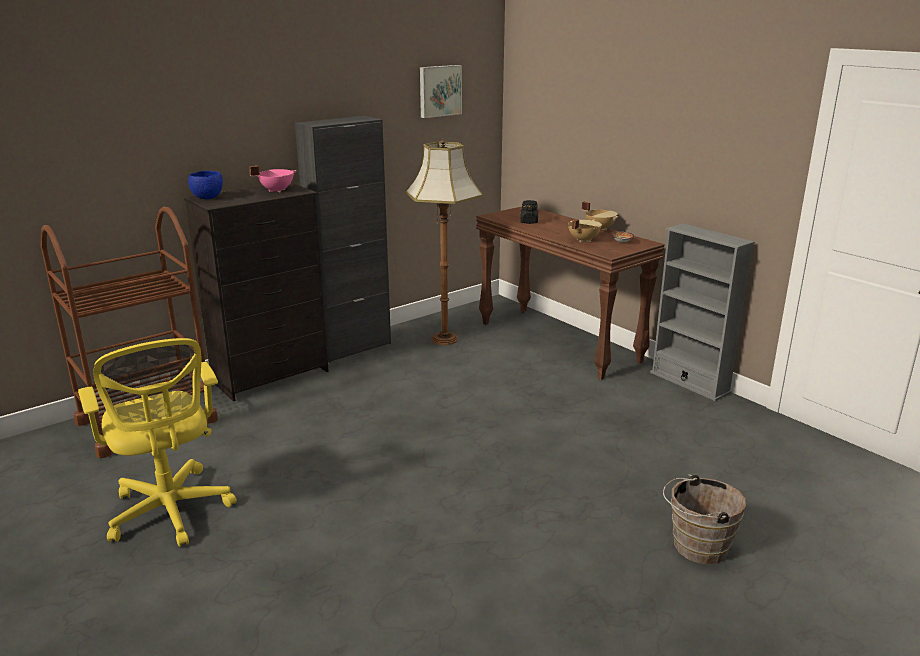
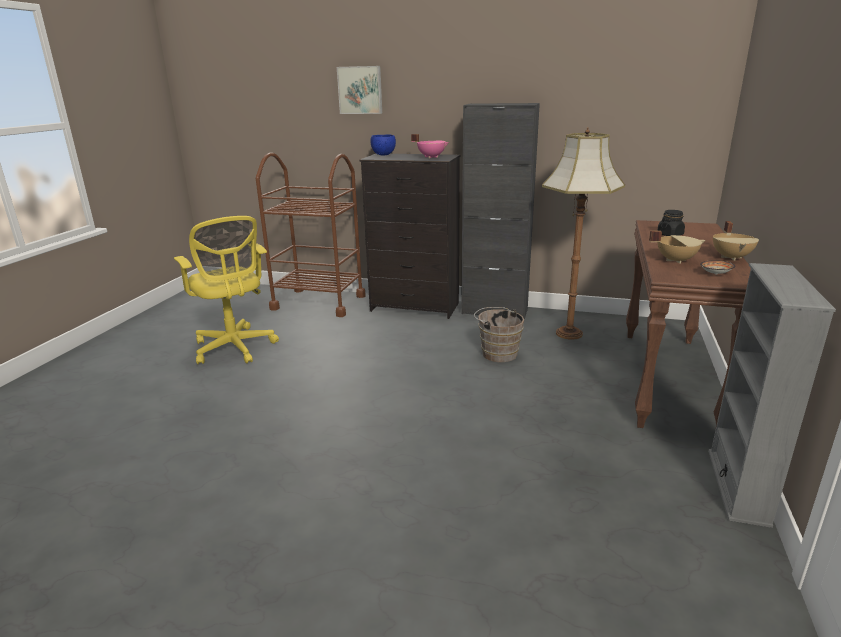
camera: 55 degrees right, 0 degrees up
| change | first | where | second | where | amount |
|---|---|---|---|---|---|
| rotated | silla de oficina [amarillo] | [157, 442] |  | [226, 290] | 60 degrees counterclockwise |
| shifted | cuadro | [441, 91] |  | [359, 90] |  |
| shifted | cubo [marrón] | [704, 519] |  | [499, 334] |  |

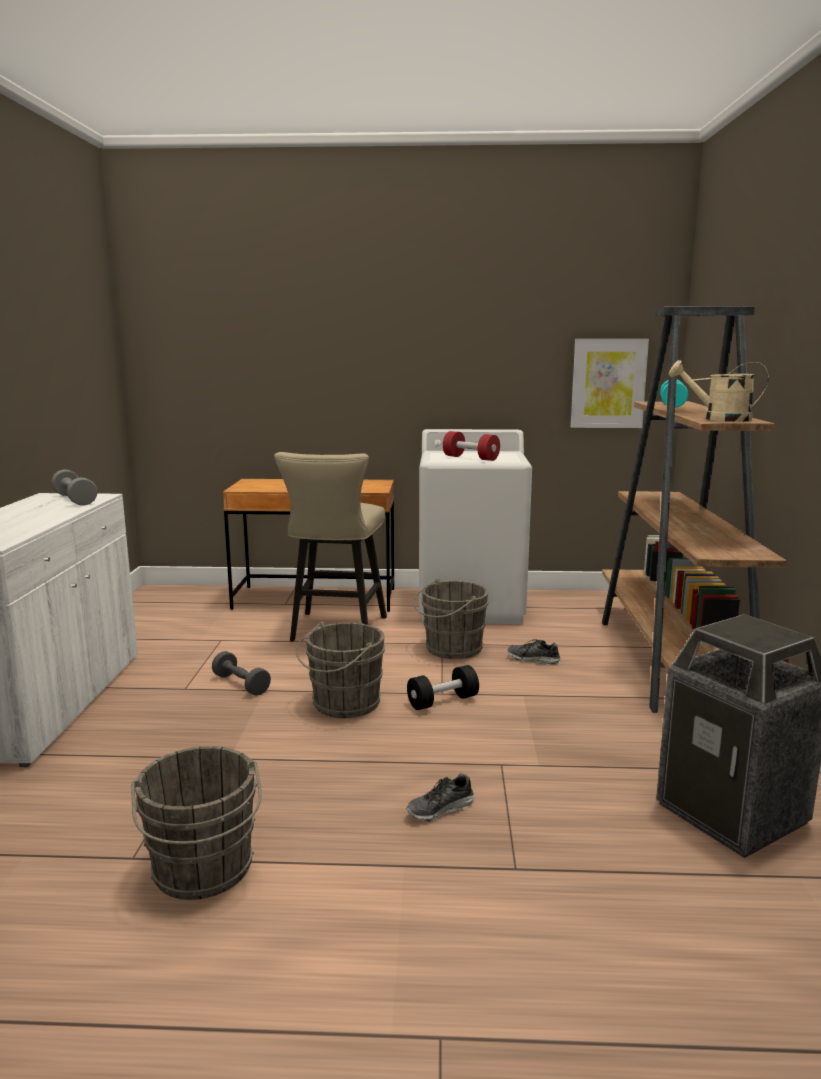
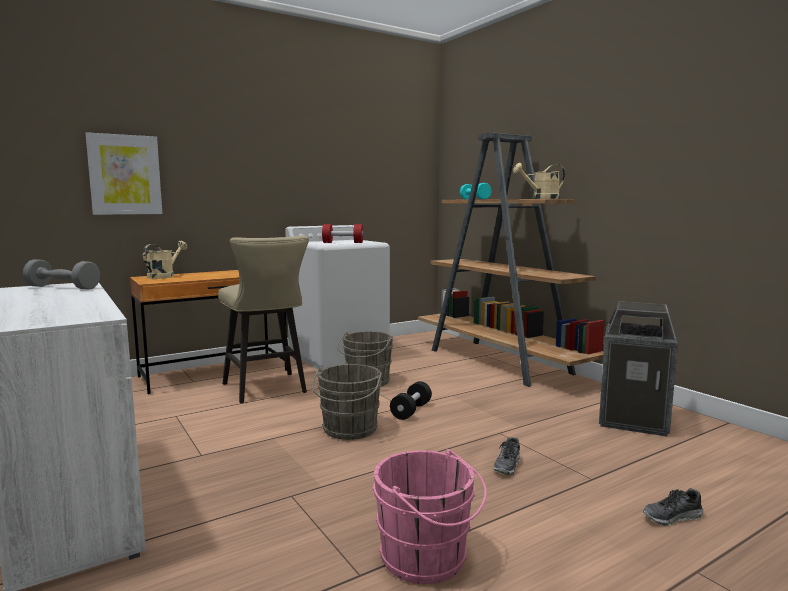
camera: 35 degrees left, 5 degrees down
| change | first | where | second | where | amount |
|---|---|---|---|---|---|
| repainted | cubo [gris] | [196, 823] | cubo [rosa] | [429, 516] |  |
| gone | mancuerna [gris] | [241, 673] |  |  |  |
| shifted | zapato | [534, 652] |  | [673, 507] |  |
| shifted | cuadro | [610, 383] |  | [124, 173] |  |
| new |  |  | regadera [beis] | [165, 260] |  |

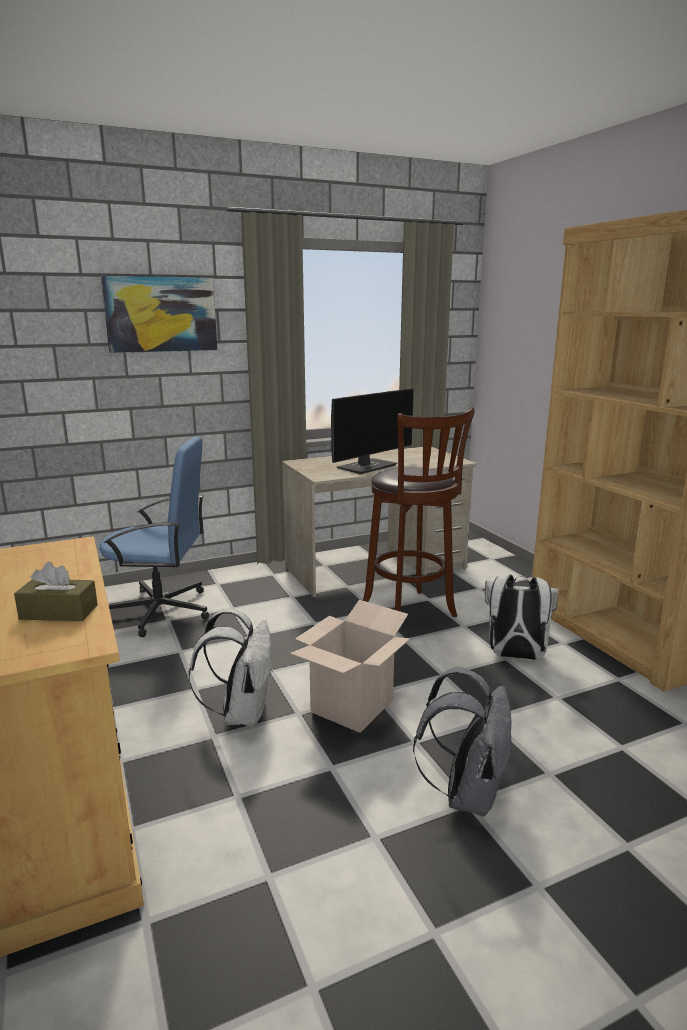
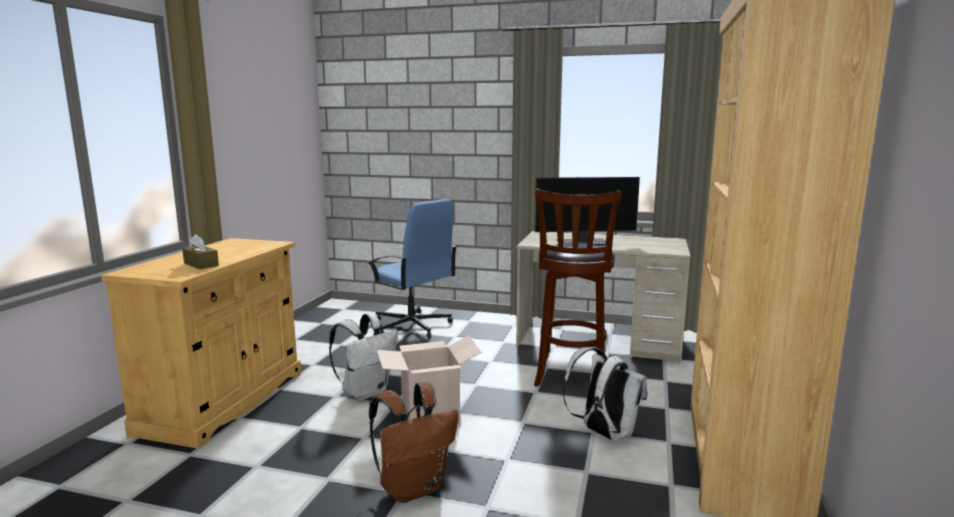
camera: 40 degrees right, 5 degrees down
| change | first | where | second | where | amount |
|---|---|---|---|---|---|
| gone | cuadro | [159, 314] |  |  |  |
| repainted | mochila [gris] | [463, 742] | mochila [marrón] | [413, 442] |  |

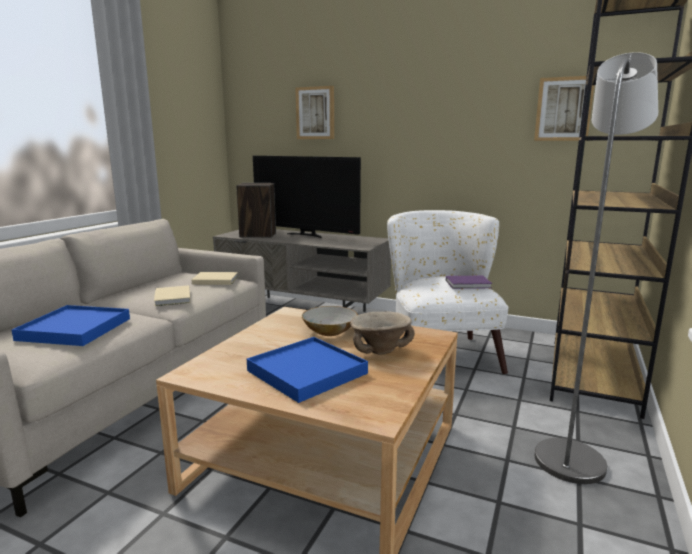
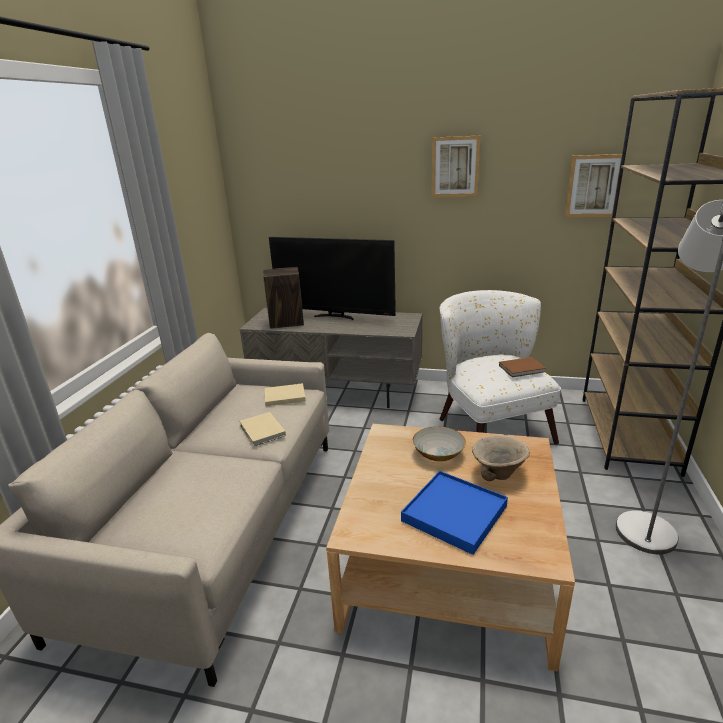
camera: 10 degrees left, 10 degrees up
| change | first | where | second | where | amount |
|---|---|---|---|---|---|
| gone | bandeja [azul] | [71, 325] |  |  |  |
| shifted | cuadro | [315, 112] |  | [456, 166] |  |
| repainted | libro [morado] | [469, 282] | libro [marrón] | [522, 367] |  |

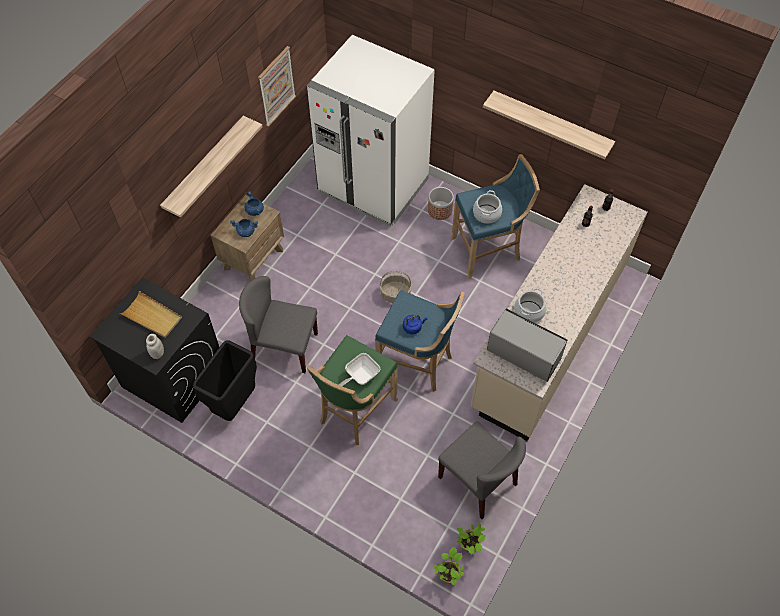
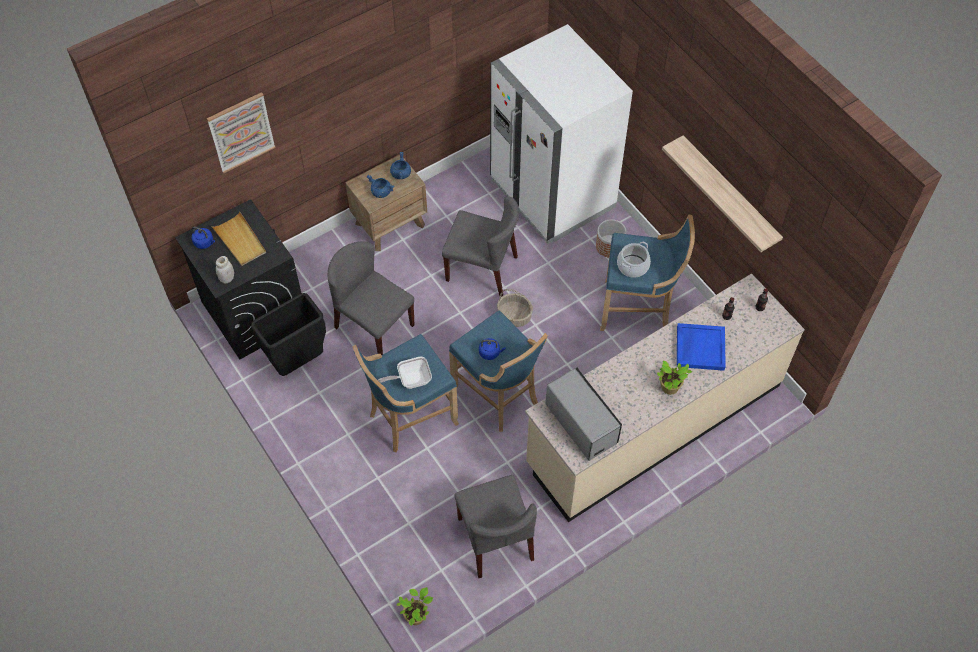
camera: 25 degrees right, 0 degrees up
| change | first | where | second | where | amount |
|---|---|---|---|---|---|
| gone | estante | [211, 167] |  |  |  |
| shifted | cuadro | [277, 86] |  | [241, 132] |  |
| repainted | taburete [verde] | [352, 390] | taburete [azul] | [405, 393] |  |
| shifted | planta en maceta | [471, 539] |  | [674, 378] |  |
| gone | olla | [530, 305] |  |  |  |
| new |  |  | hervidor [azul] | [203, 238] |  |
| new |  |  | silla [gris] | [480, 246] |  |
| new |  |  | bandeja [azul] | [701, 347] |  |

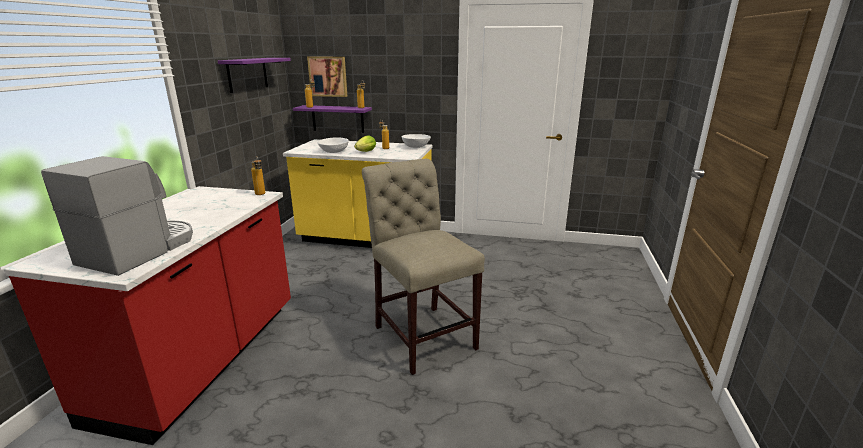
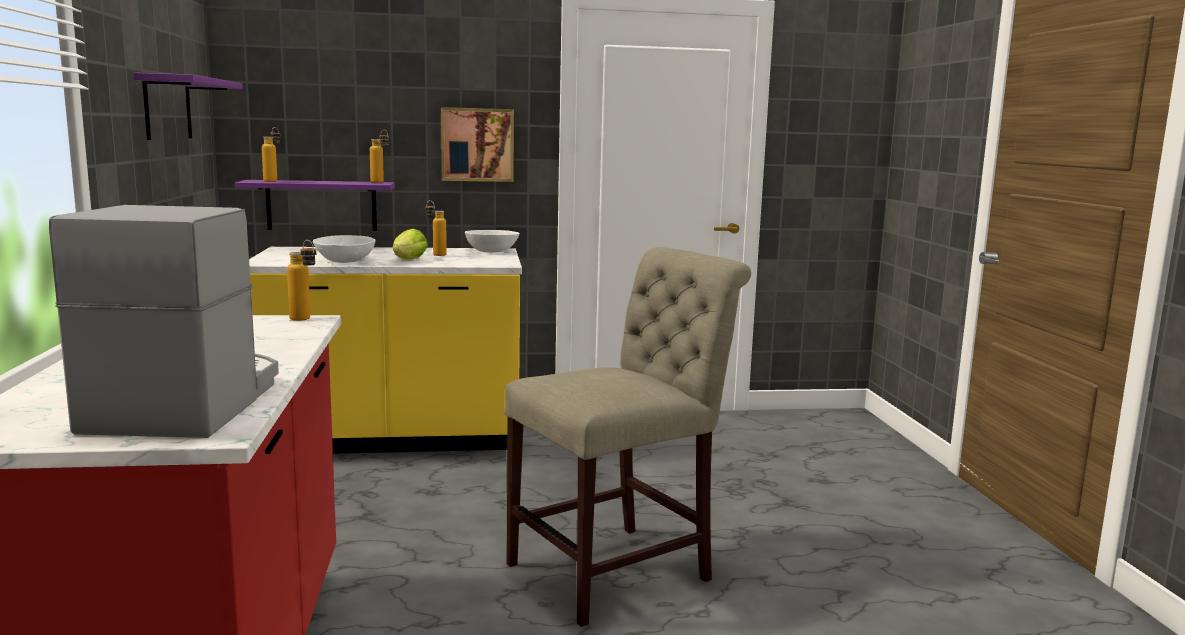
camera: 20 degrees left, 10 degrees down
| change | first | where | second | where | amount |
|---|---|---|---|---|---|
| shifted | cuadro | [327, 76] |  | [477, 144] |  |
| rotated | silla [beis] | [423, 267] |  | [627, 437] | 105 degrees clockwise |

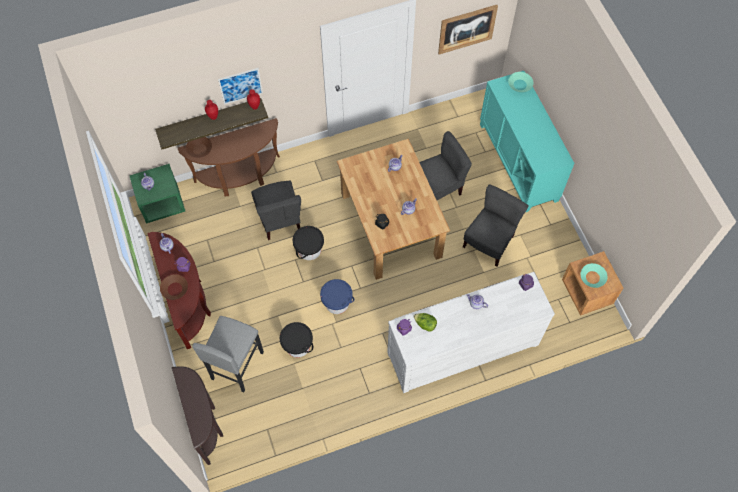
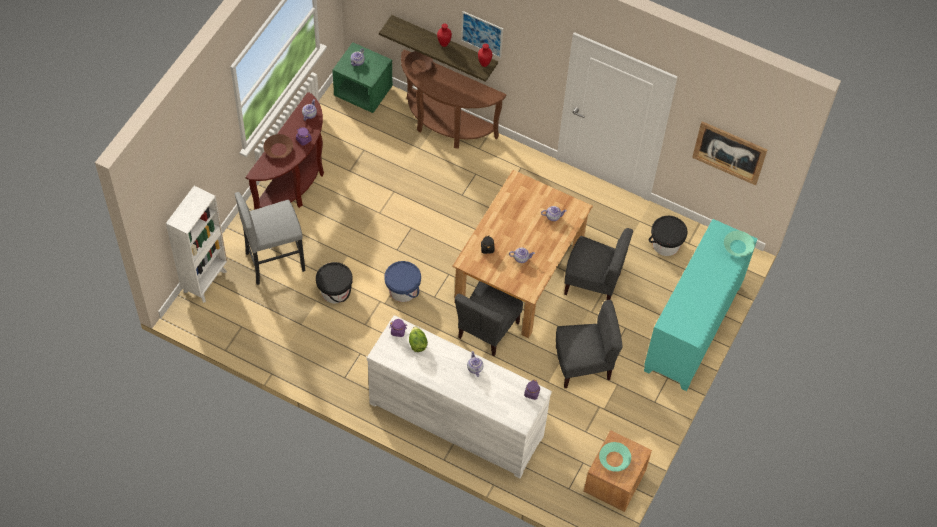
camera: 45 degrees right, 5 degrees down
| change | first | where | second | where | amount |
|---|---|---|---|---|---|
| swapped | mesa consola [marrón] | [197, 415] | estantería [blanco] | [196, 244] |  |
| shifted | silla [gris] | [276, 210] |  | [489, 318] |  |
| shifted | cubo [negro] | [308, 243] |  | [668, 236] |  |

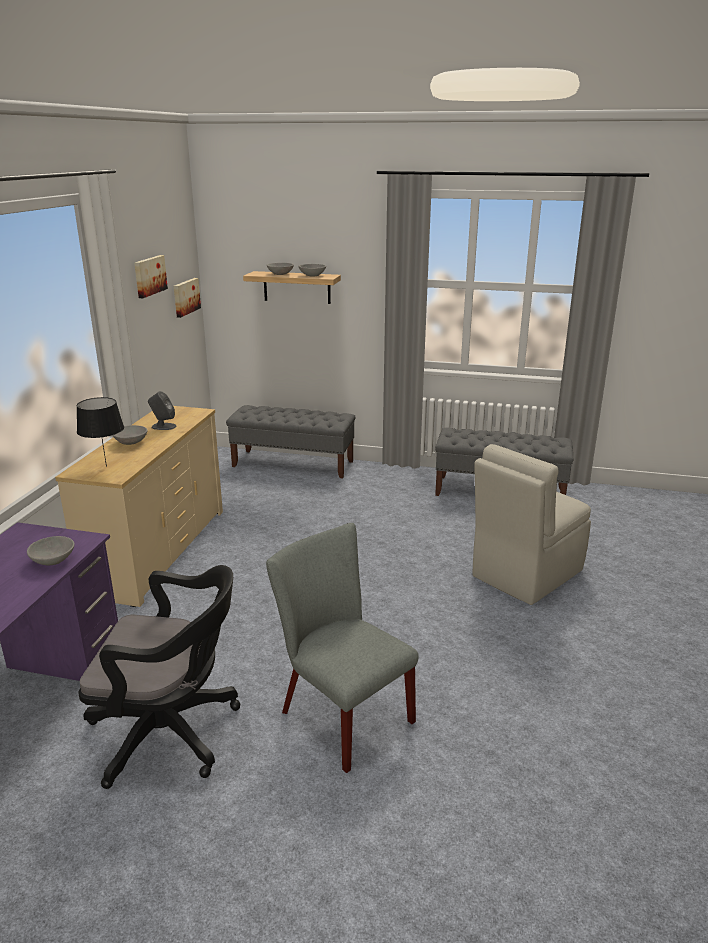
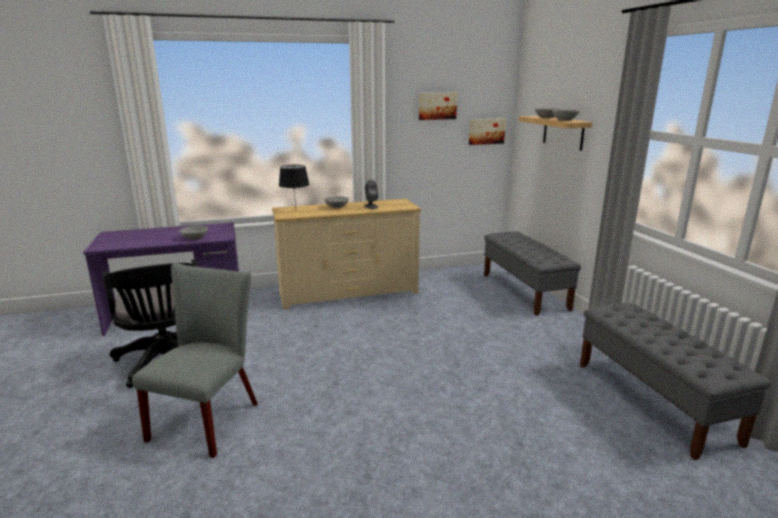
camera: 60 degrees right, 5 degrees down
| change | first | where | second | where | amount |
|---|---|---|---|---|---|
| gone | silla [beis] | [531, 524] |  |  |  |

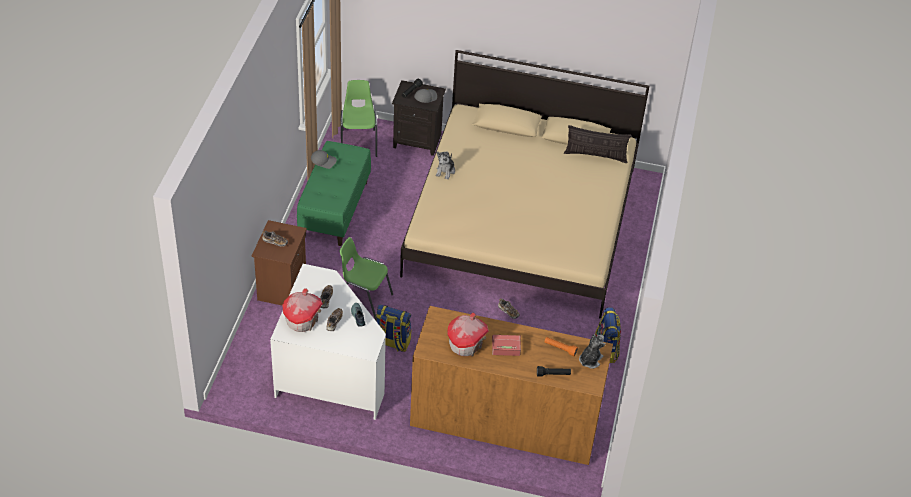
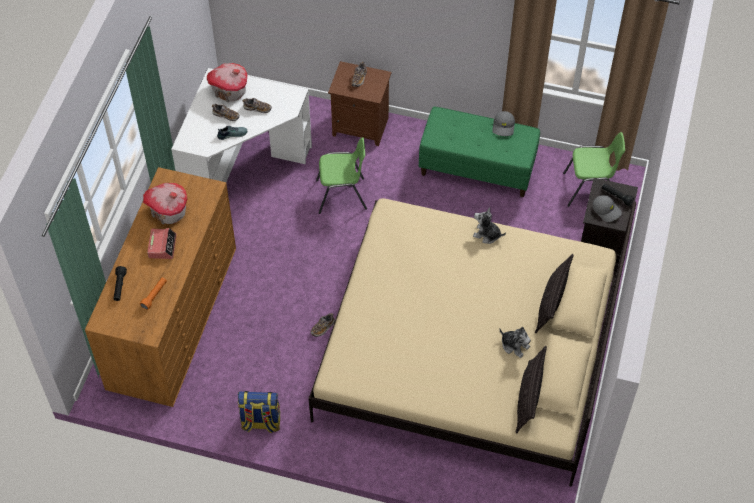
camera: 95 degrees right, 10 degrees up
| change | first | where | second | where | amount |
|---|---|---|---|---|---|
| rotated | silla [verde] | [366, 279] |  | [341, 175] | 60 degrees clockwise |
| gone | mochila | [393, 328] |  |  |  |
| shifted | peluche | [592, 351] |  | [515, 342] |  |
| new |  |  | cojín | [554, 293] |  |

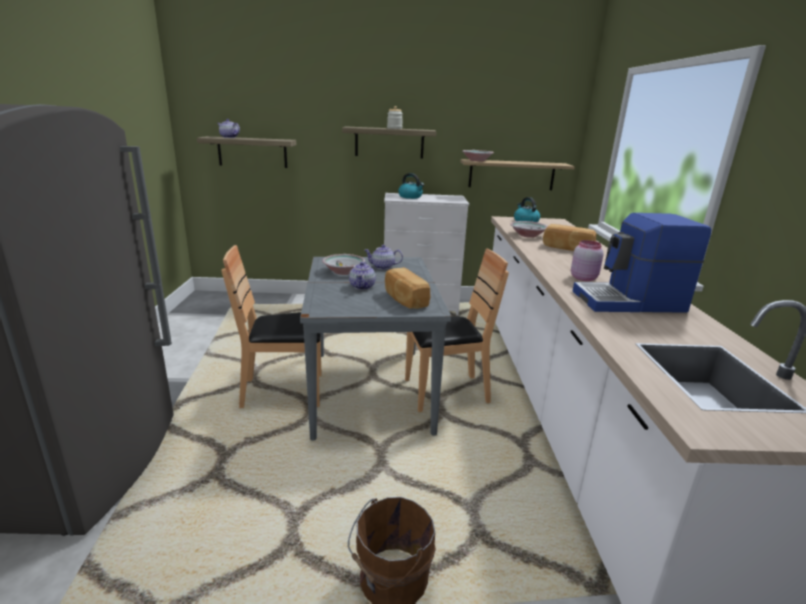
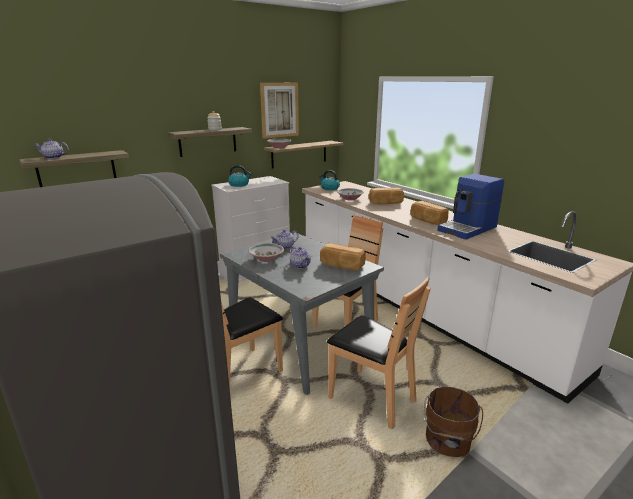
camera: 35 degrees left, 0 degrees up
| change | first | where | second | where | amount |
|---|---|---|---|---|---|
| swapped | tarro [rosa] | [587, 260] | pan | [429, 213] |  |
| new |  |  | cuadro | [279, 111] |  |
| new |  |  | silla [marrón] | [379, 353] |  |

